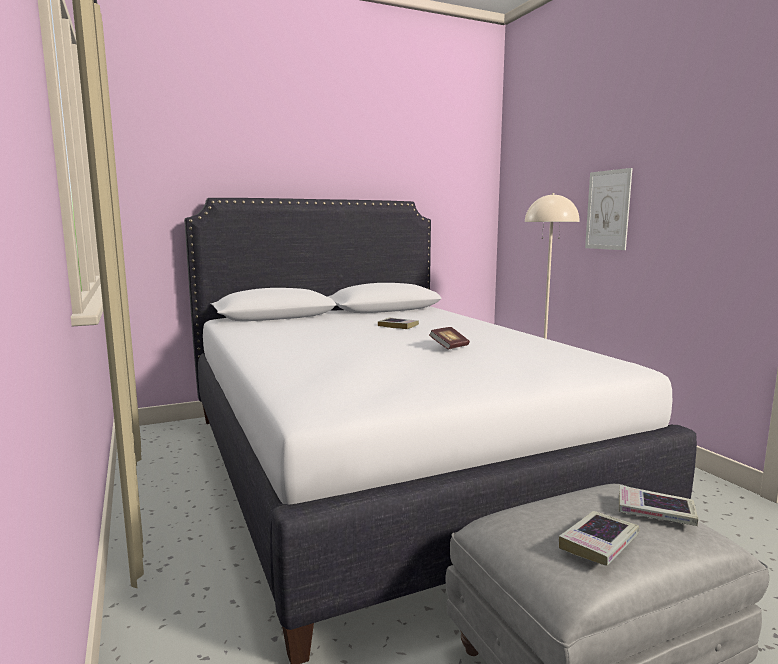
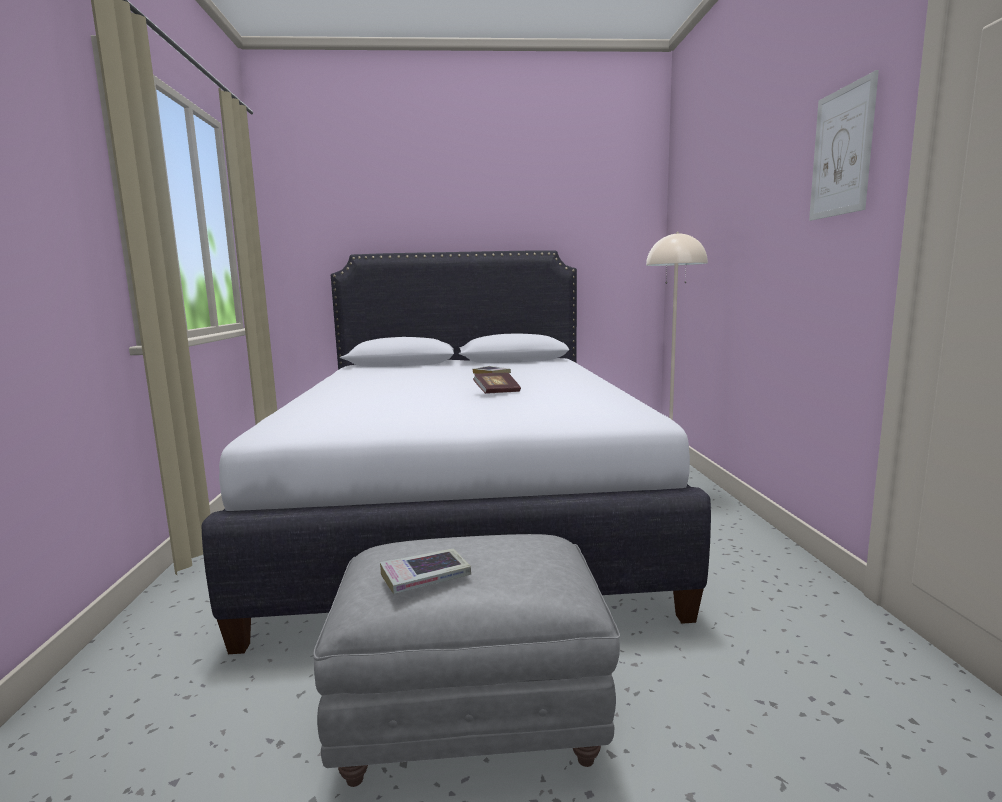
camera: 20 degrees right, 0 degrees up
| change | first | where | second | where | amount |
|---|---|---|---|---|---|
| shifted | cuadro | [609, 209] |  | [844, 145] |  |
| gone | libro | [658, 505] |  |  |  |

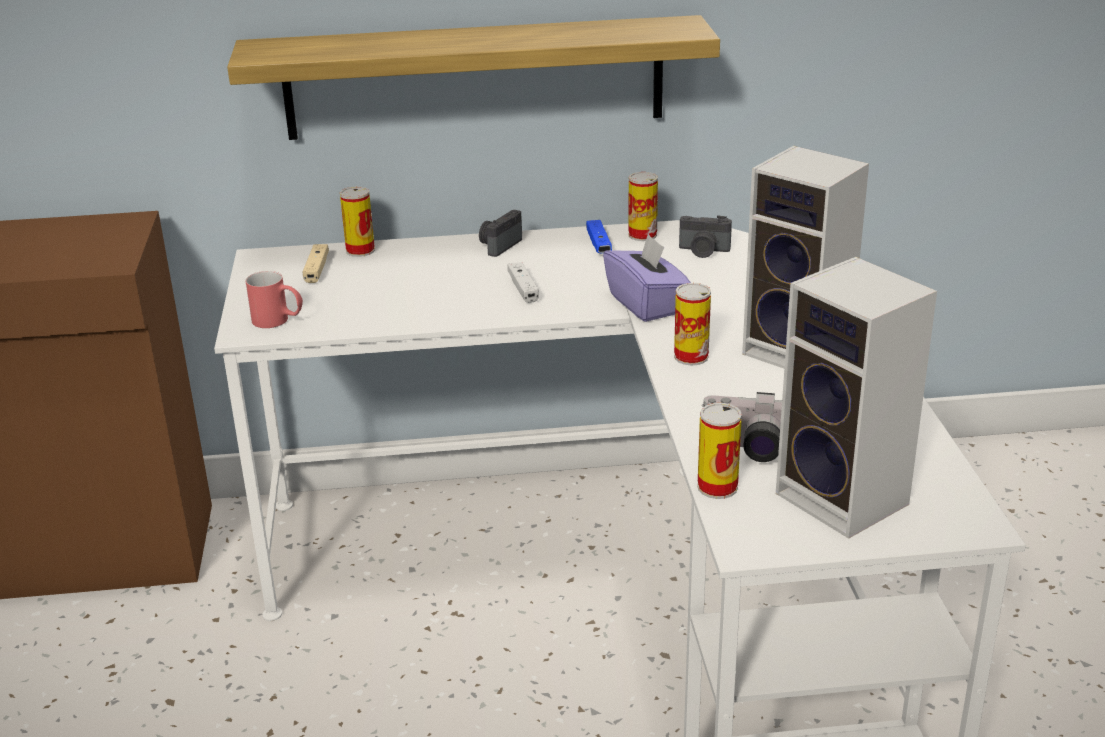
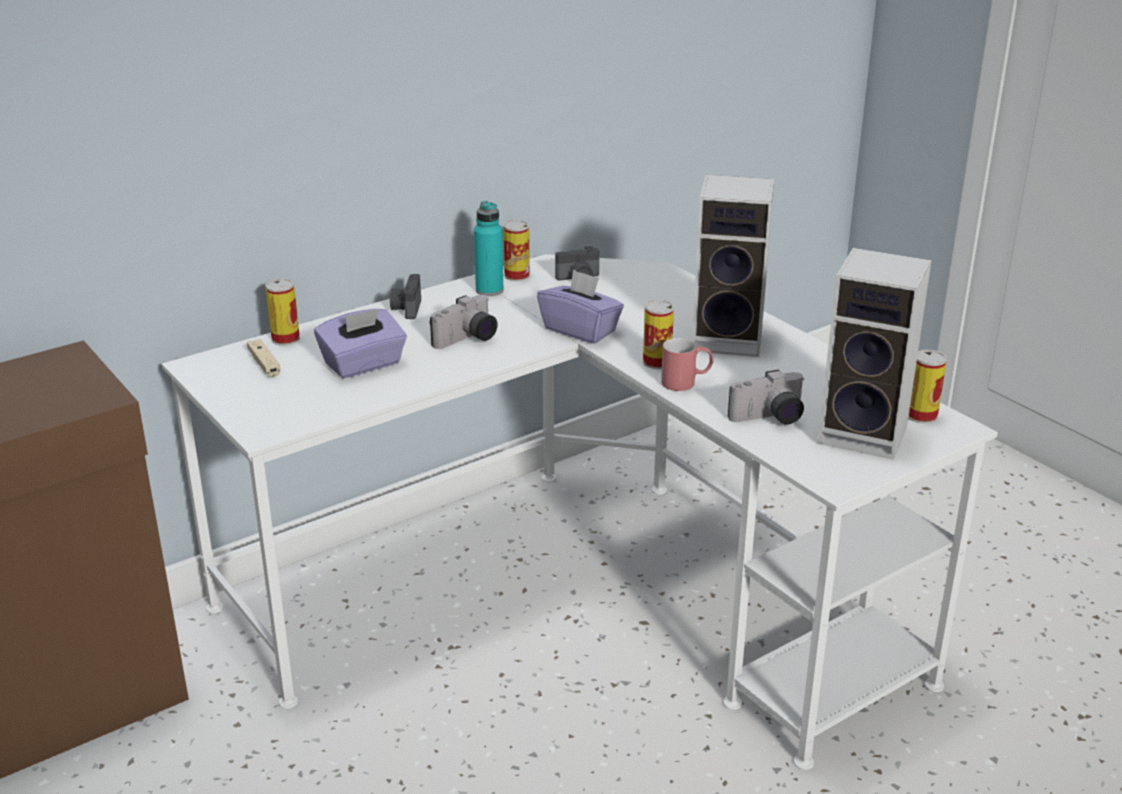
camera: 30 degrees left, 0 degrees up
| change | first | where | second | where | amount |
|---|---|---|---|---|---|
| gone | estante | [473, 77] |  |  |  |
| shifted | taza grande [rojo] | [274, 299] |  | [687, 364] |  |
| swapped | mando de consola [blanco] | [523, 282] | cámara | [464, 322] |  |
| swapped | mando de consola [azul] | [599, 236] | botella [turquesa] | [489, 248] |  |
| shifted | lata | [719, 451] |  | [927, 386] |  |
| new |  |  | caja de pañuelos [morado] | [360, 343] |  |

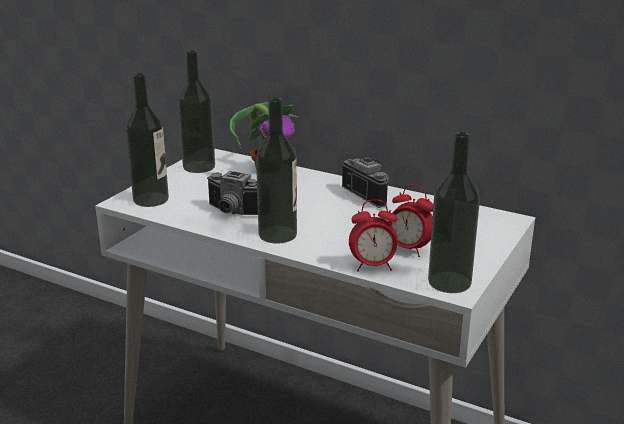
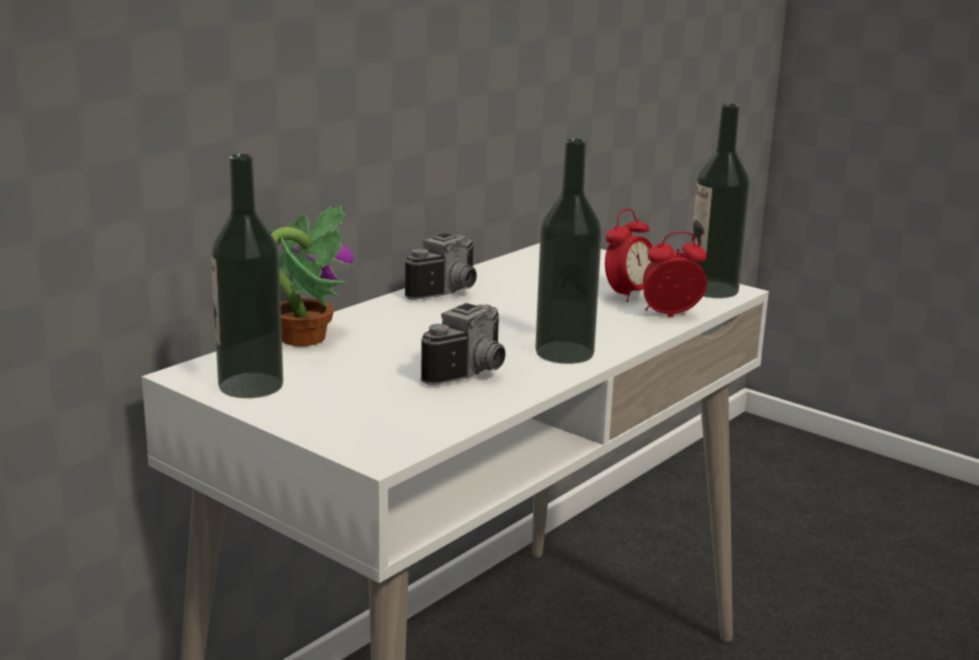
camera: 80 degrees left, 5 degrees down
| change | first | where | second | where | amount |
|---|---|---|---|---|---|
| gone | botella | [147, 140] |  |  |  |
| rotated | cámara | [365, 182] |  | [441, 266] | 150 degrees clockwise |
| rotated | despertador | [373, 235] |  | [675, 274] | 105 degrees counterclockwise |

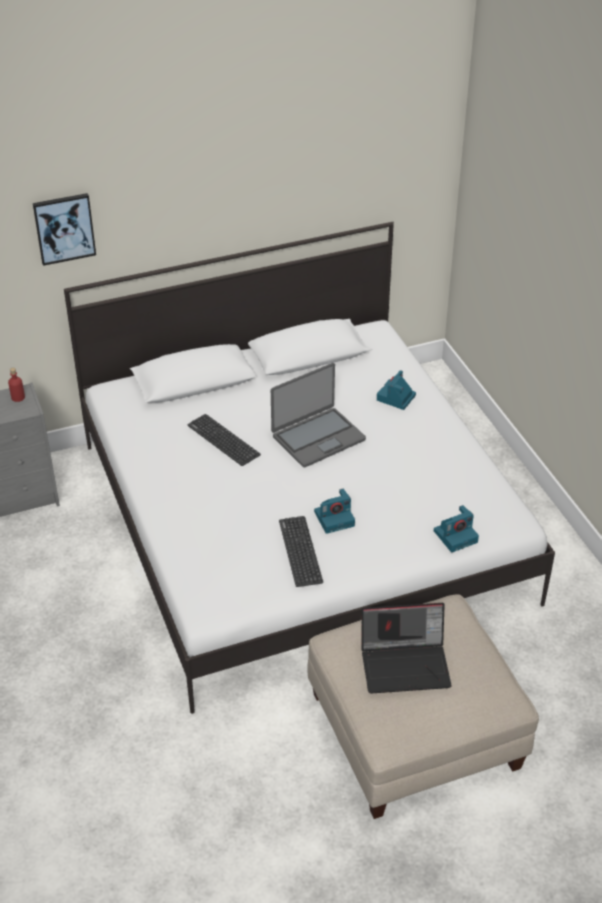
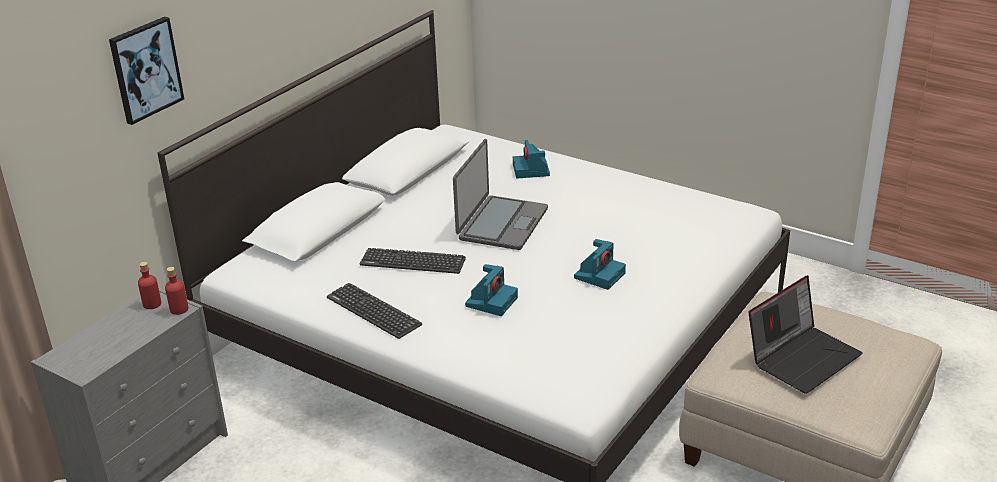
camera: 35 degrees left, 10 degrees down
| change | first | where | second | where | amount |
|---|---|---|---|---|---|
| shifted | teclado | [301, 551] |  | [374, 311] |  |
| shifted | cámara | [456, 528] |  | [491, 290] |  |
| new |  |  | botella [rojo] | [177, 291] |  |

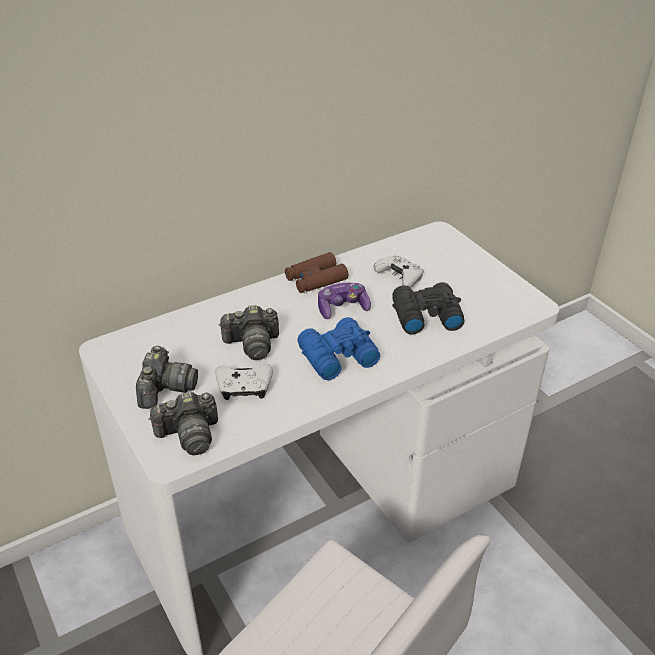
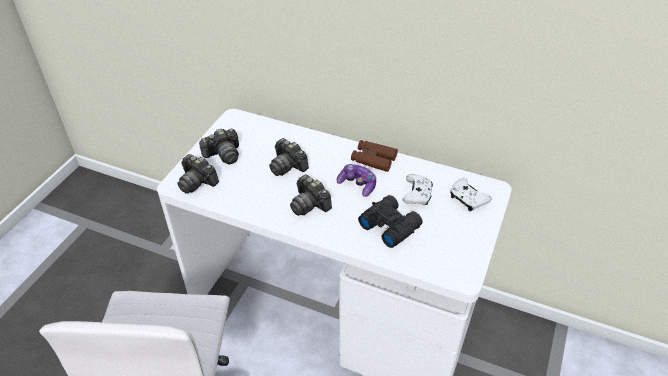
camera: 55 degrees right, 5 degrees up
| change | first | where | second | where | amount |
|---|---|---|---|---|---|
| shifted | mando de consola [blanco] | [244, 382] |  | [471, 194] |  |
| swapped | prismáticos [azul] | [338, 348] | cámara | [311, 195] |  |

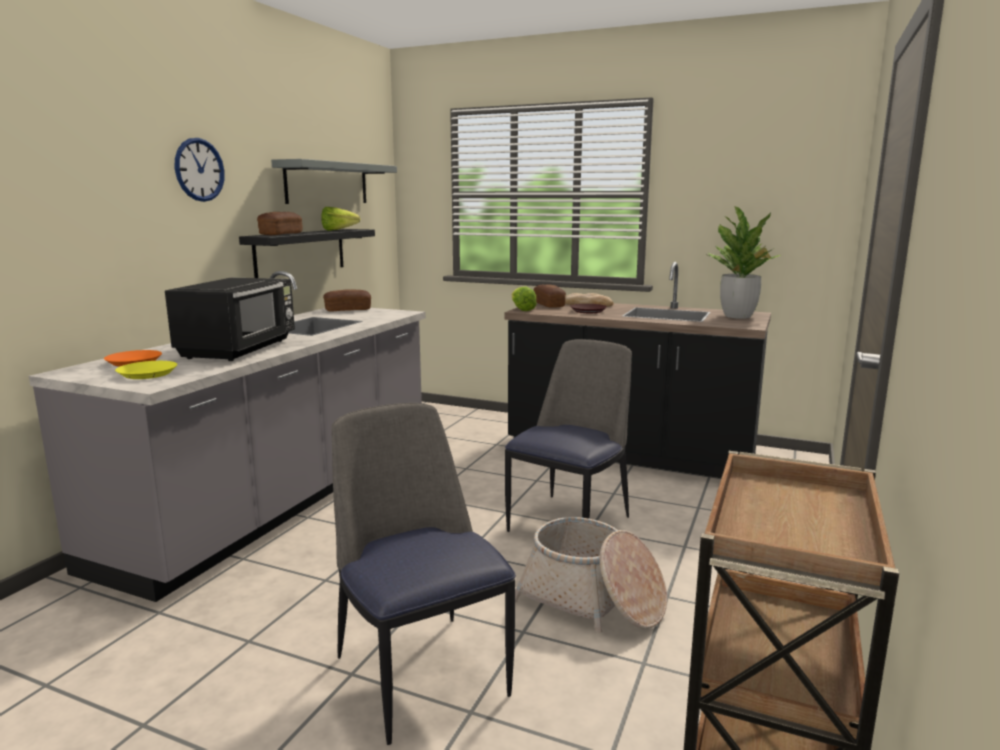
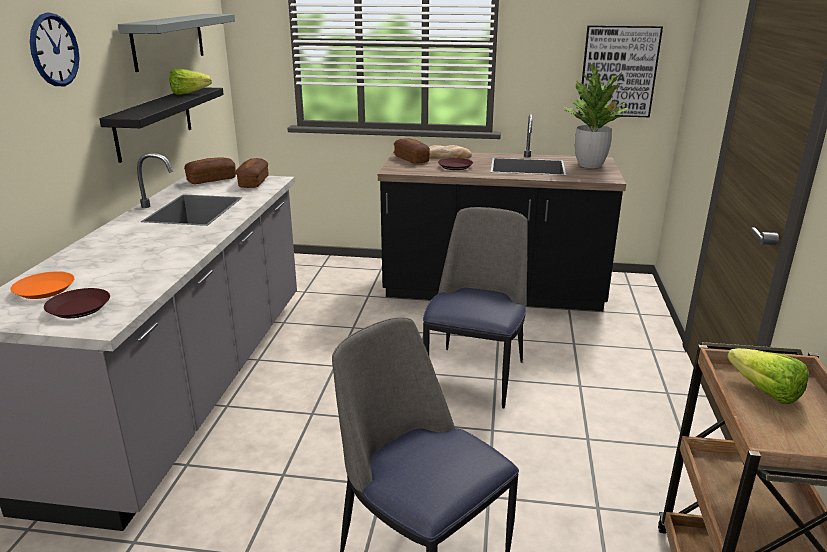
camera: 15 degrees left, 10 degrees up
| change | first | where | second | where | amount |
|---|---|---|---|---|---|
| repainted | plato [amarillo] | [146, 370] | plato [marrón] | [77, 303] |  |
| gone | microondas [negro] | [230, 319] |  |  |  |
| shifted | pan | [279, 223] |  | [252, 173] |  |
| shifted | lechuga | [524, 299] |  | [768, 376] |  |
| gone | cesta | [591, 575] |  |  |  |
| new |  |  | cuadro | [621, 71] |  |

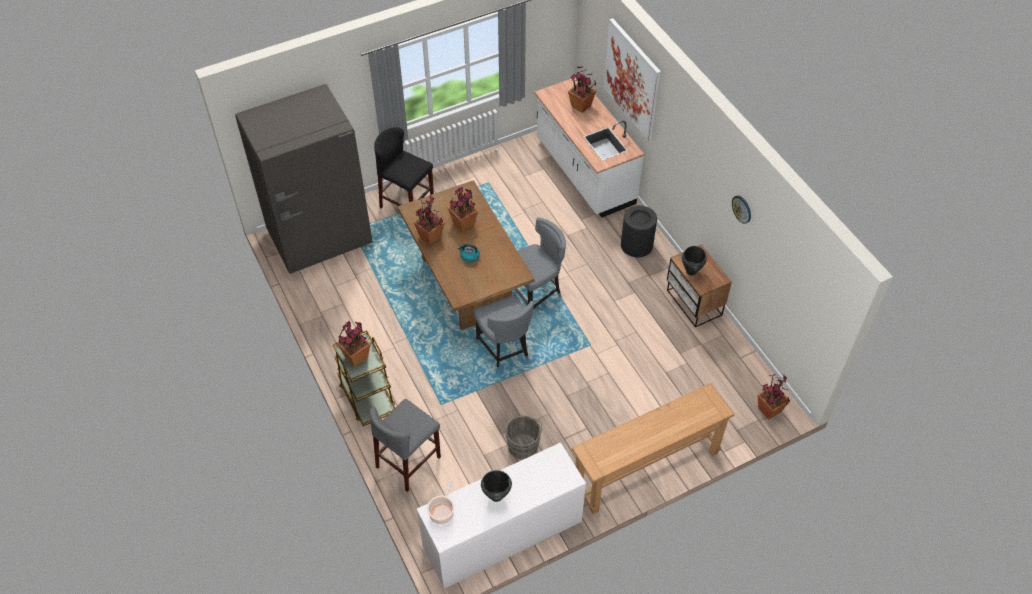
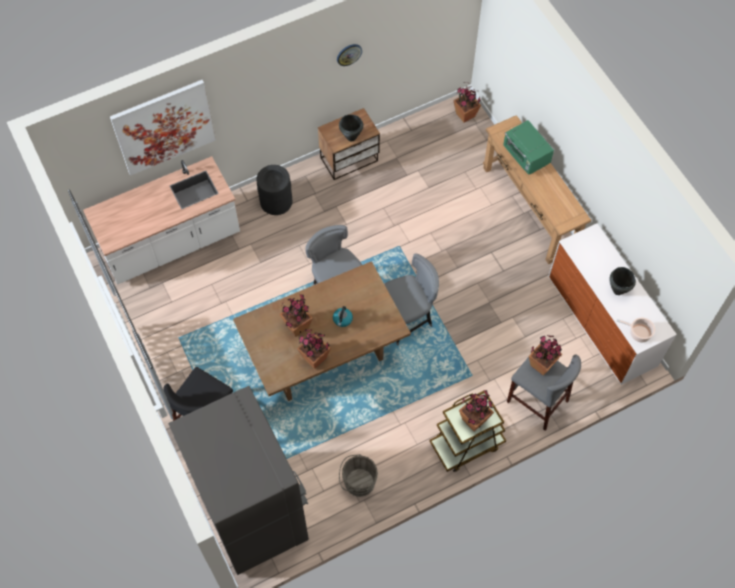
camera: 90 degrees left, 10 degrees up
| change | first | where | second | where | amount |
|---|---|---|---|---|---|
| shifted | cubo [gris] | [523, 438] |  | [358, 475] |  |
| shifted | planta en maceta | [582, 89] |  | [545, 355] |  |
| new |  |  | microondas [verde] | [528, 147] |  |

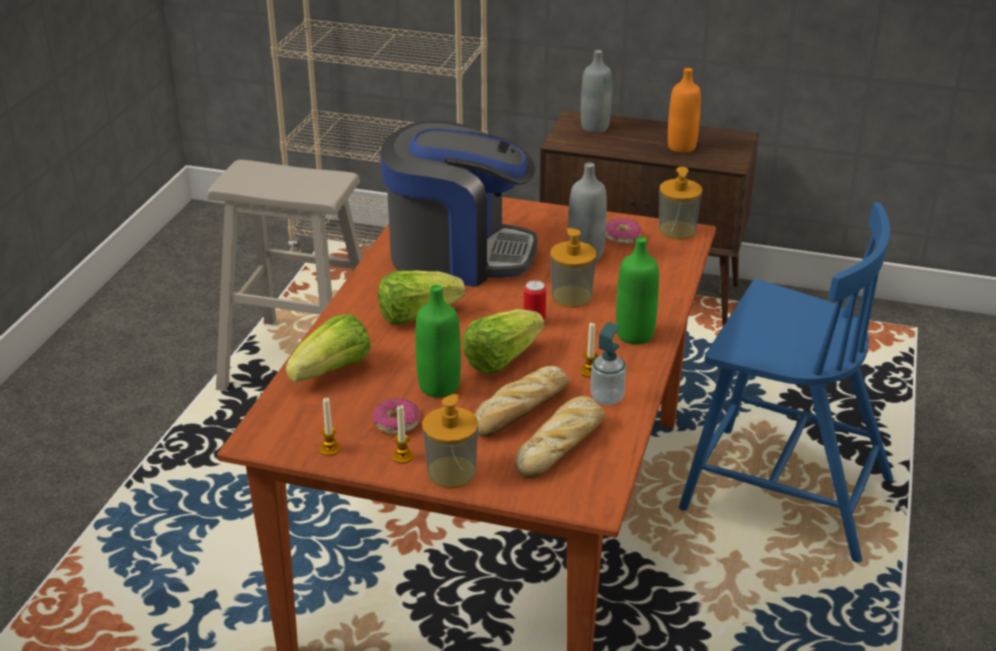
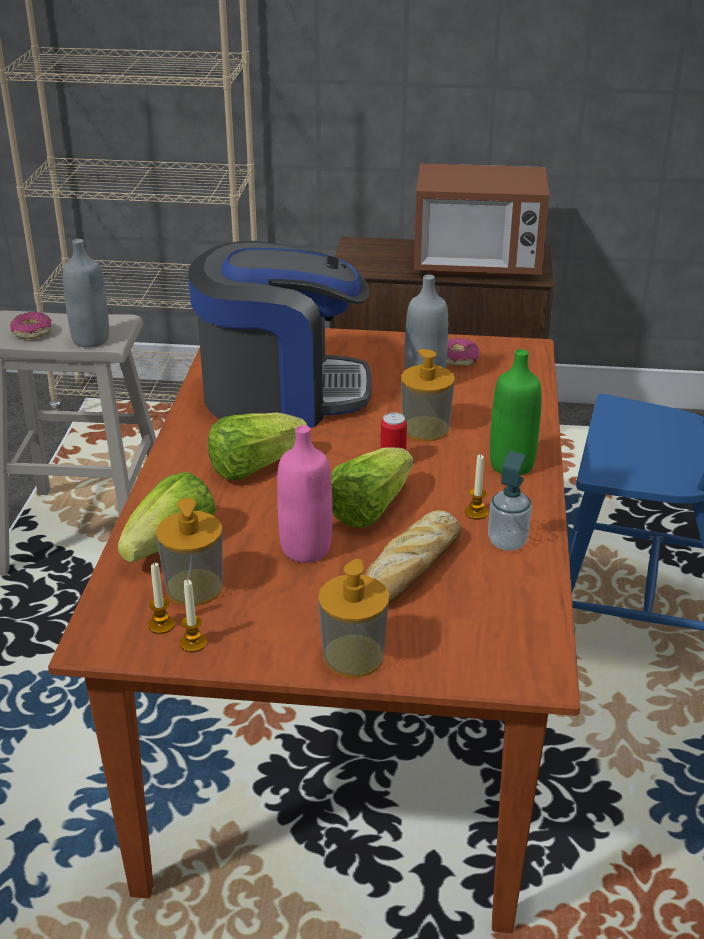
camera: 10 degrees left, 0 degrees up
| change | first | where | second | where | amount |
|---|---|---|---|---|---|
| shifted | rosquilla | [396, 416] |  | [31, 325] |  |
| shifted | vela | [403, 434] |  | [161, 598] |  |
| repainted | botella [verde] | [438, 341] | botella [rosa] | [304, 494] |  |
| gone | pan | [560, 437] |  |  |  |
| shifted | botella [gris] | [596, 91] |  | [86, 293] |  |
| shifted | dispensador de jabón | [680, 203] |  | [189, 552] |  |
| swapped | botella [naranja] | [684, 110] | microondas | [481, 220] |  |

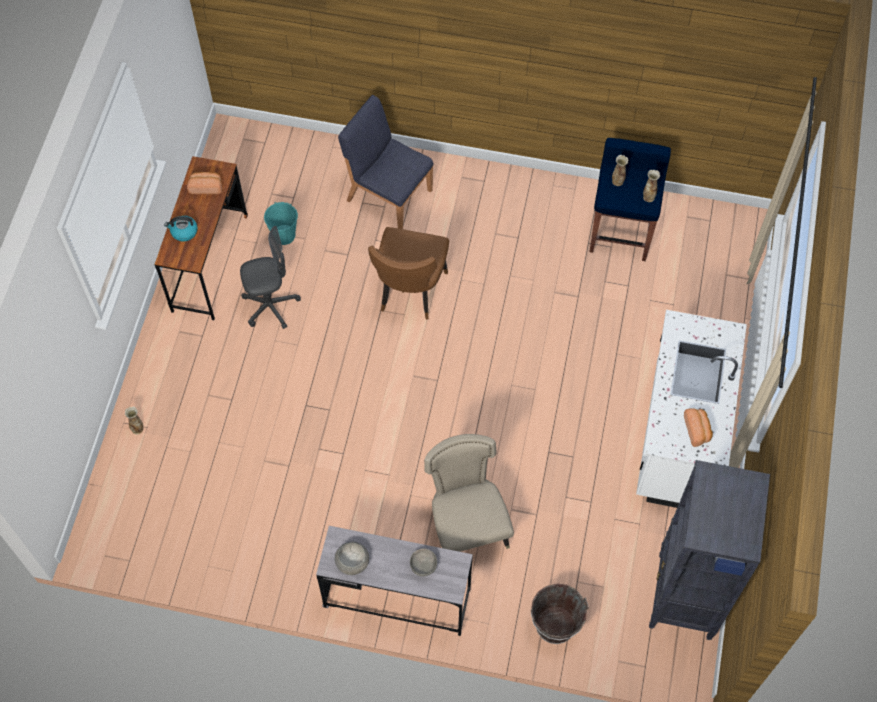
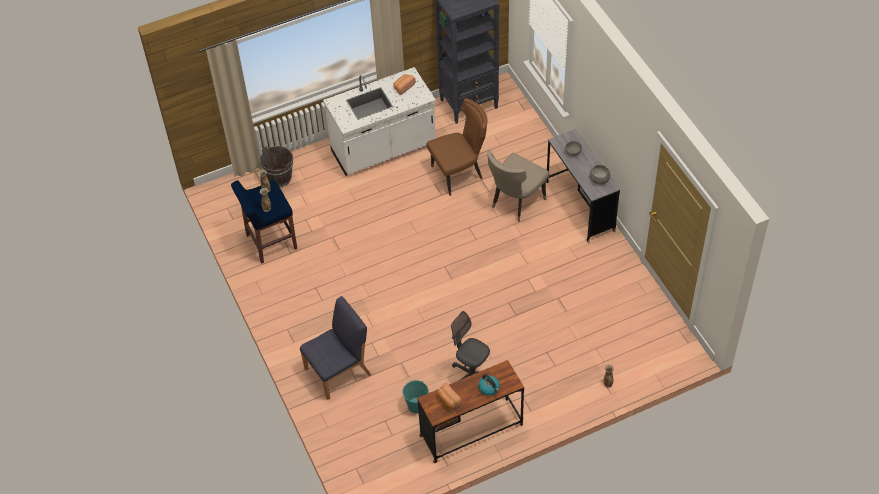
camera: 125 degrees left, 10 degrees down
| change | first | where | second | where | amount |
|---|---|---|---|---|---|
| rotated | silla [azul] | [385, 162] |  | [335, 348] | 120 degrees counterclockwise |
| shifted | silla [marrón] | [408, 273] |  | [456, 147] |  |
| shifted | cubo [marrón] | [560, 614] |  | [276, 166] |  |

